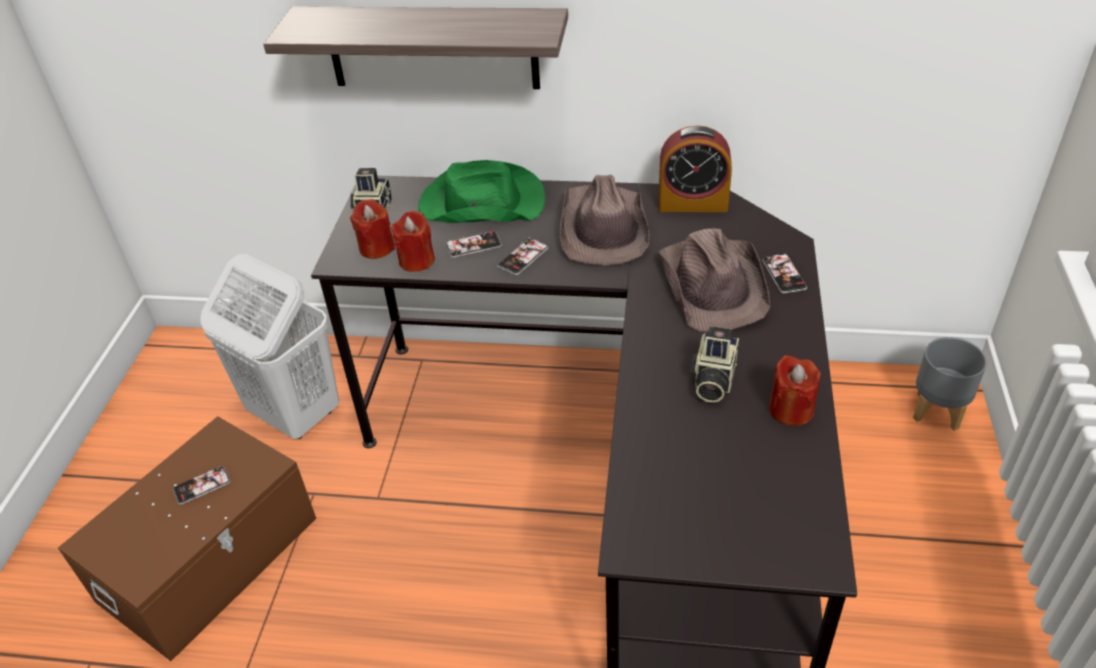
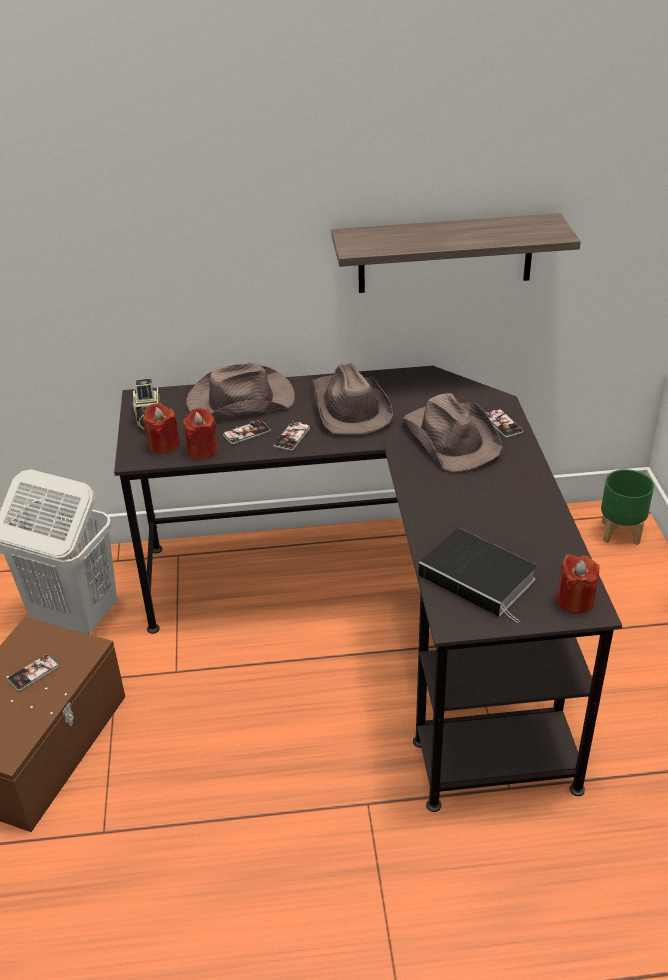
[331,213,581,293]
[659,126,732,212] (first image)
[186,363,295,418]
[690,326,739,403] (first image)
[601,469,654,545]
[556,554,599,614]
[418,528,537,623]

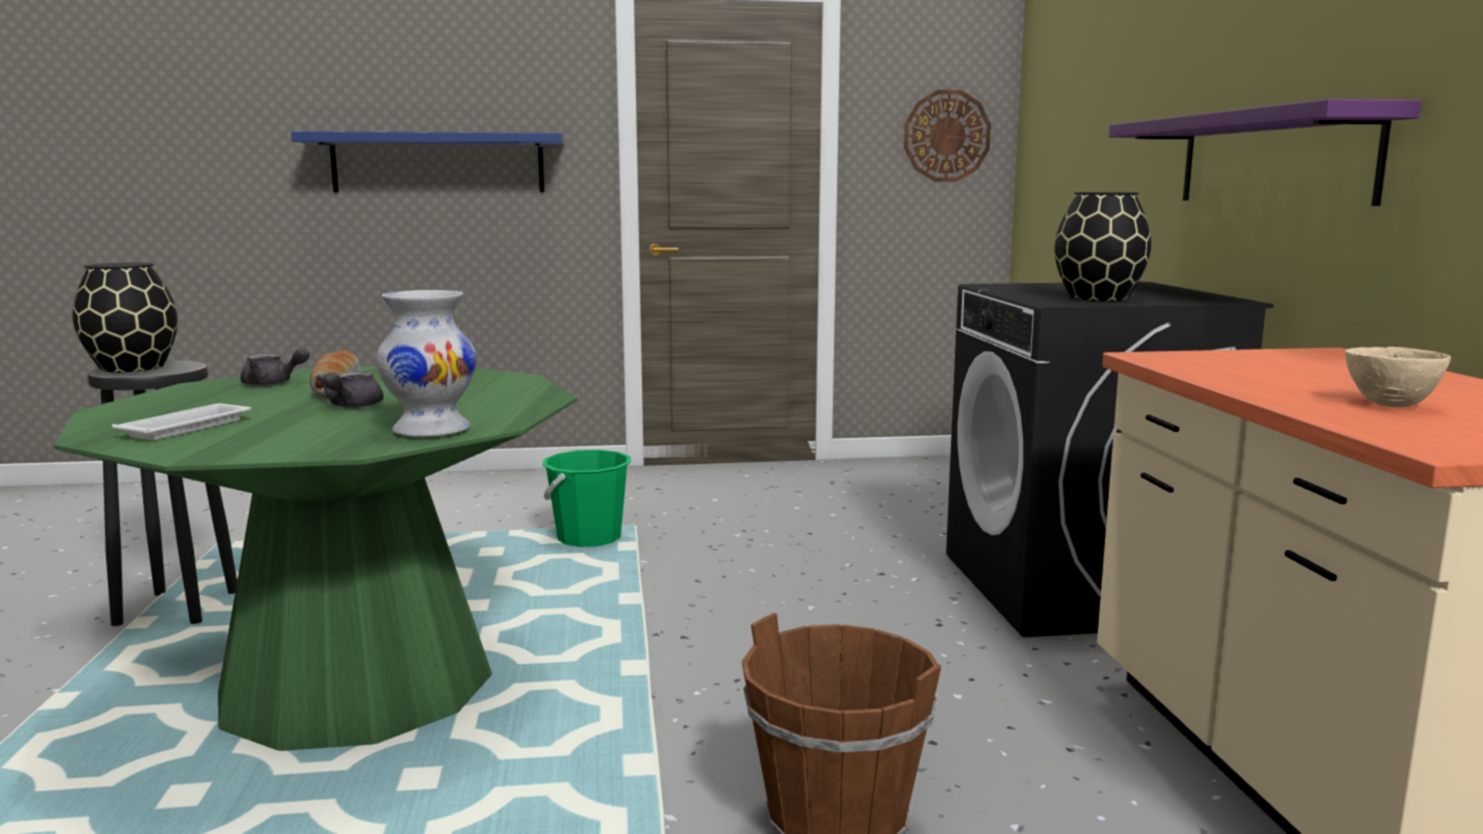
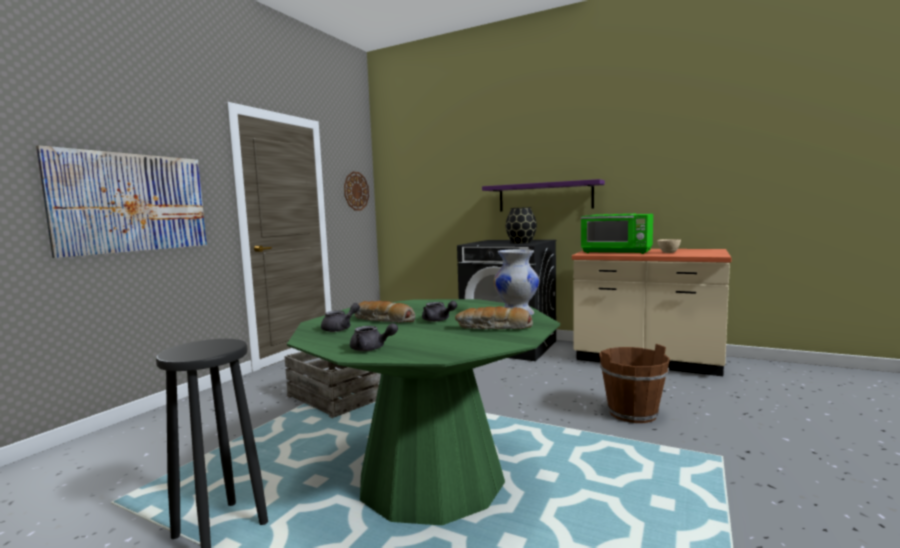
[36,145,207,258]
[72,263,178,372] (first image)
[112,404,251,440] (first image)
[284,352,380,418]
[581,214,653,254]
[455,306,533,329]
[350,323,398,351]

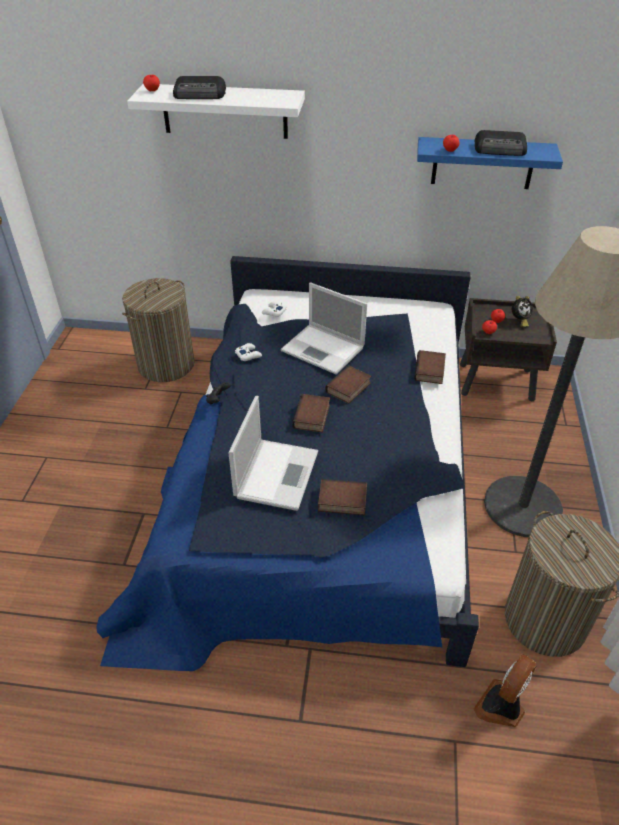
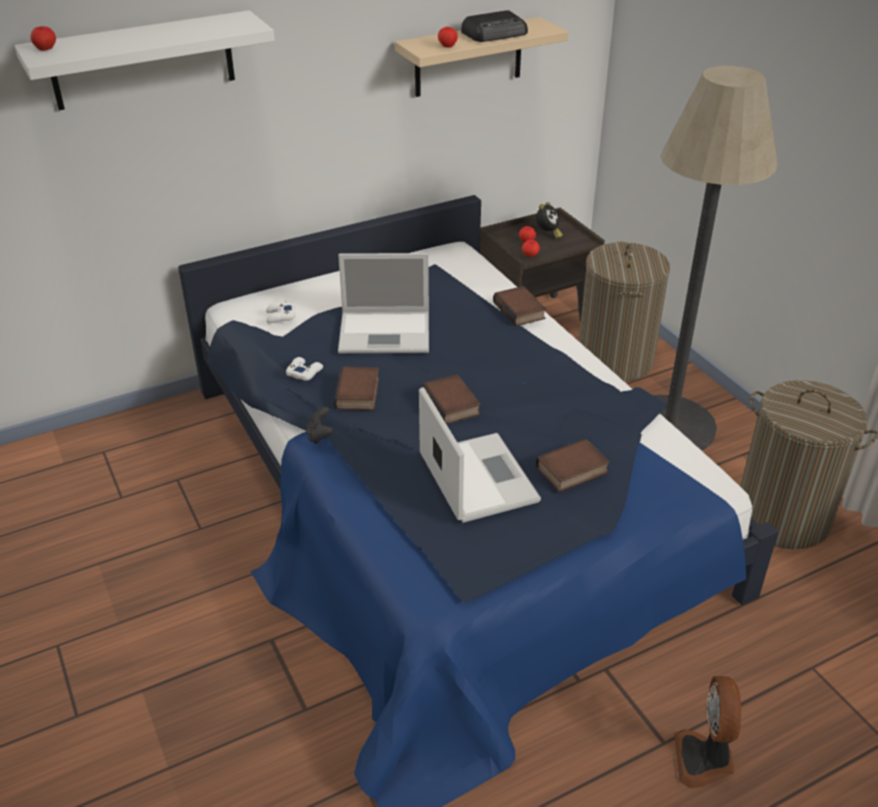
[173,76,226,99] (first image)
[395,17,568,97]
[579,241,670,382]
[334,366,379,410]
[674,676,741,788]

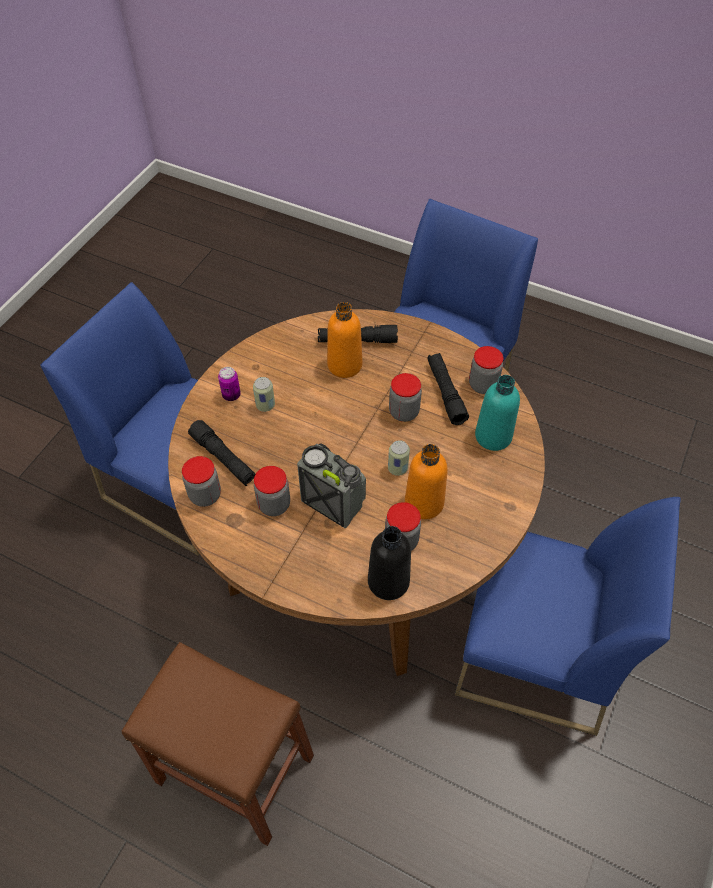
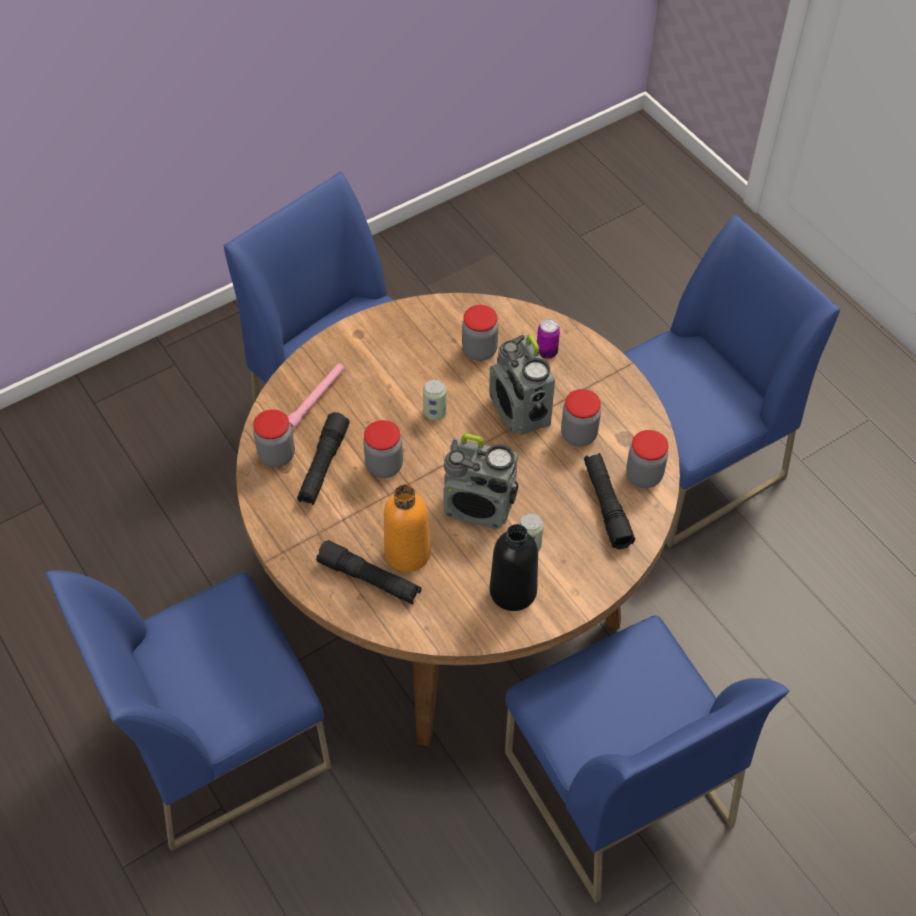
[537,319,560,359]
[288,363,344,430]
[405,444,448,520] (first image)
[490,524,538,611]
[623,214,840,548]
[443,434,518,529]

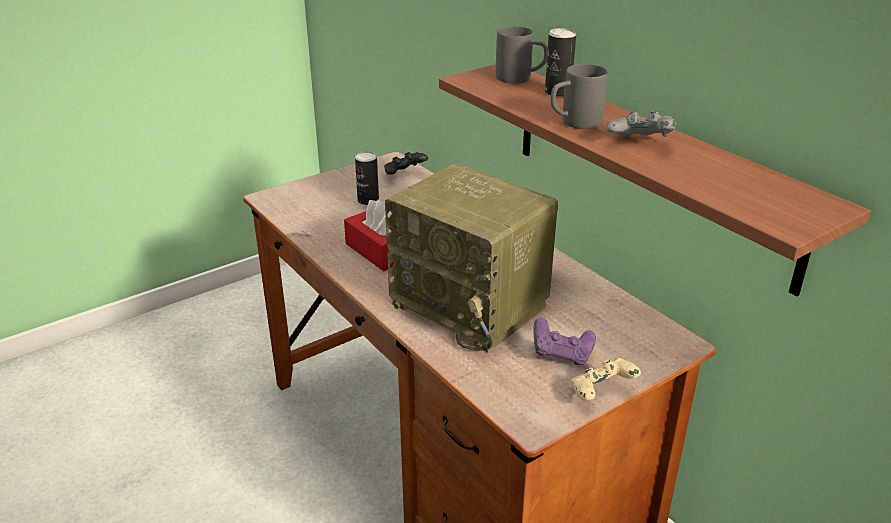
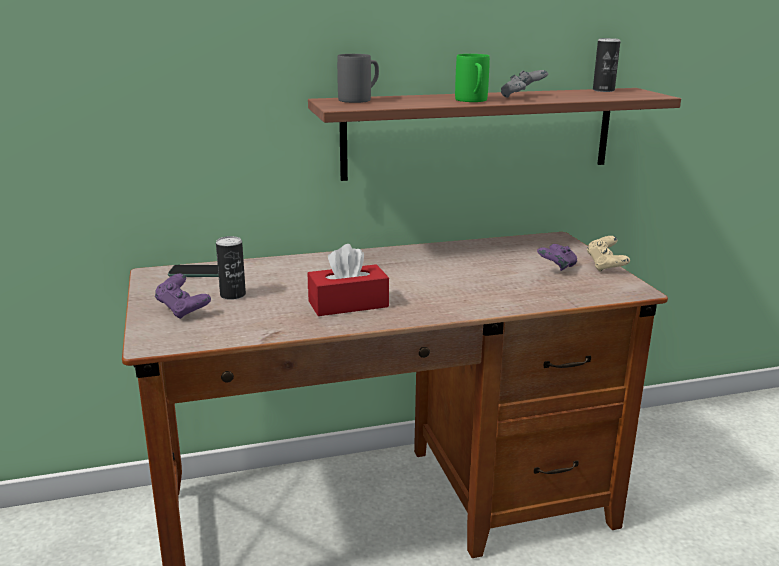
[593,38,620,92]
[455,54,490,102]
[168,265,219,277]
[385,163,558,353] (first image)
[155,274,211,319]

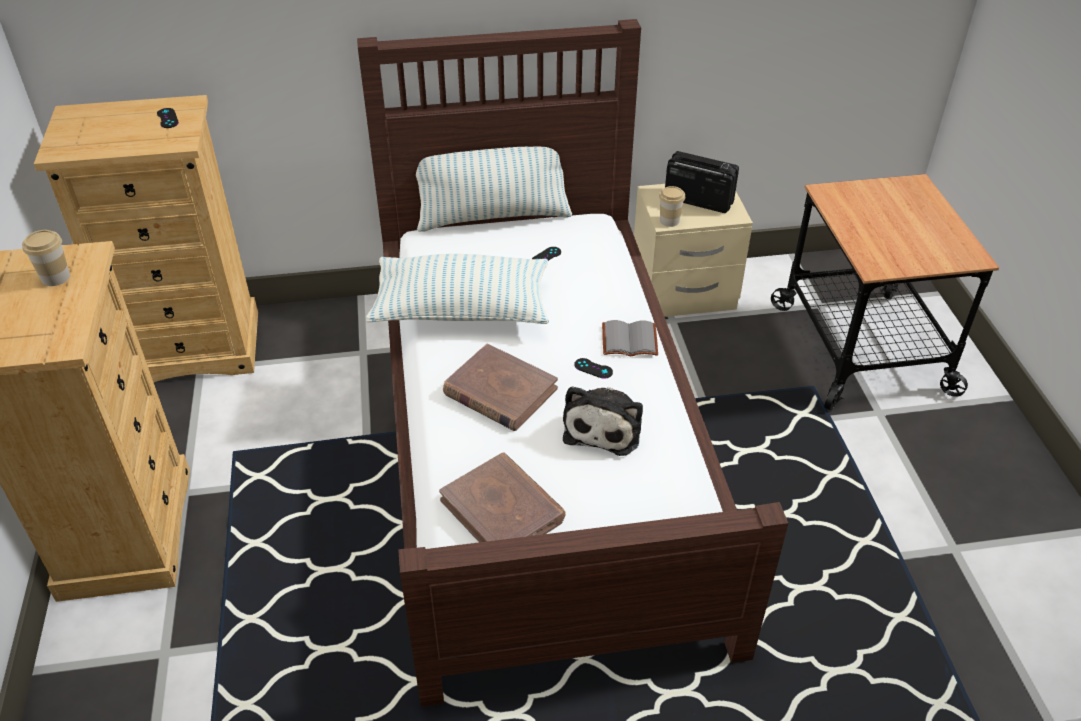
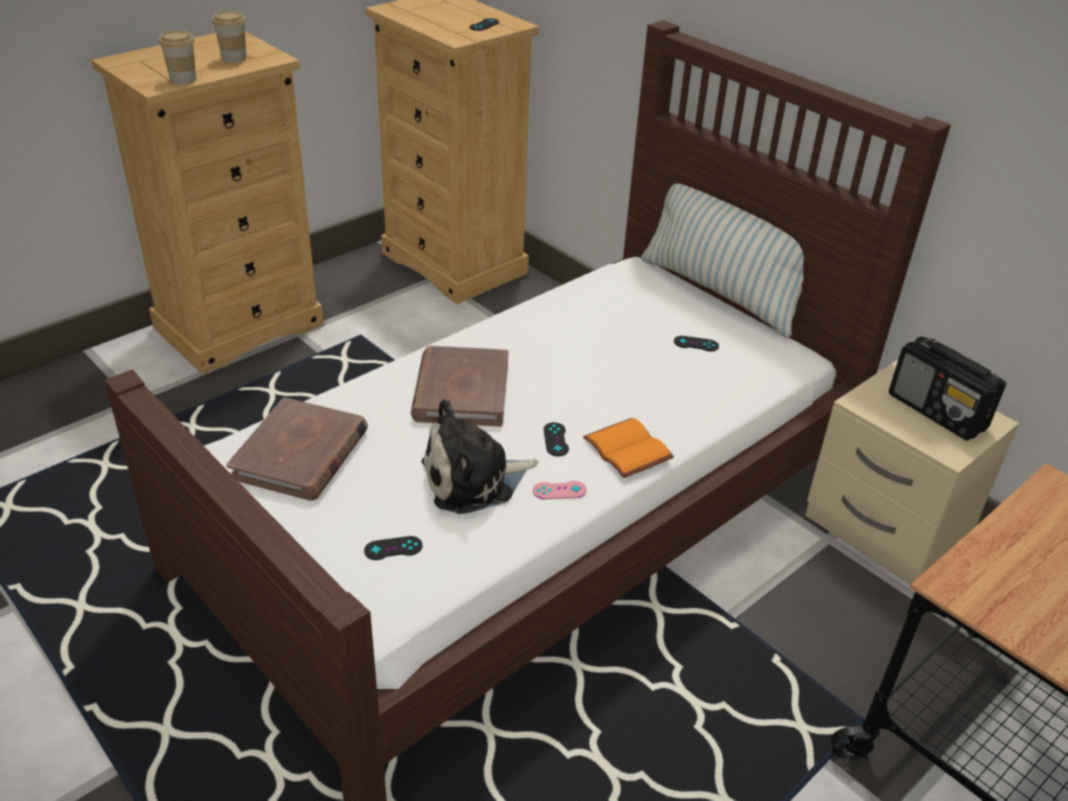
[889,336,1006,441]
[159,30,196,84]
[366,254,549,324] (first image)
[583,418,674,478]
[533,481,587,499]
[364,536,423,560]

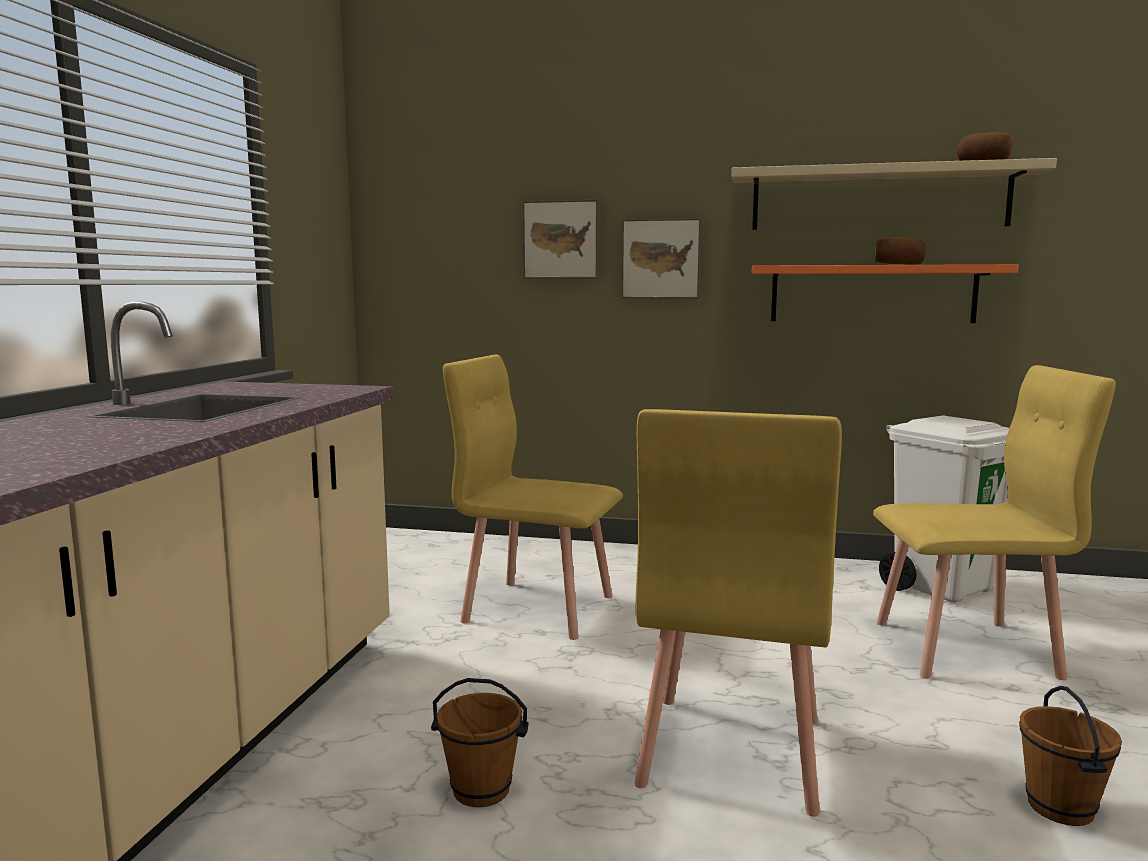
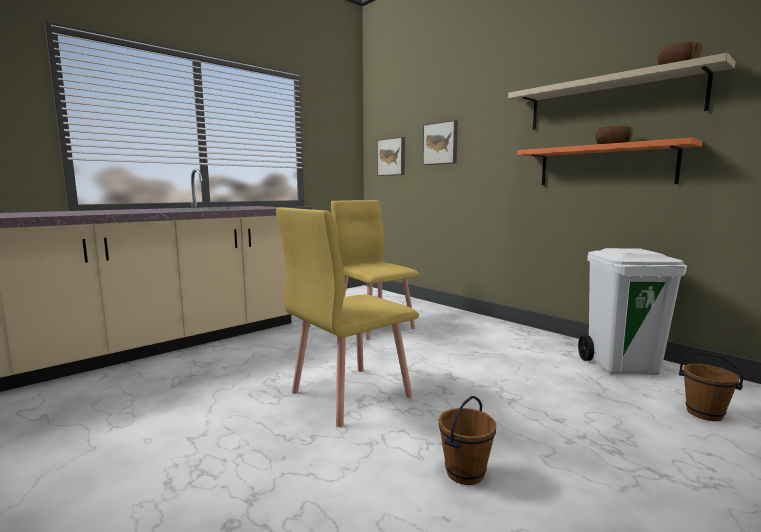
[377,137,405,176]
[873,365,1116,680] (first image)
[679,352,744,421]

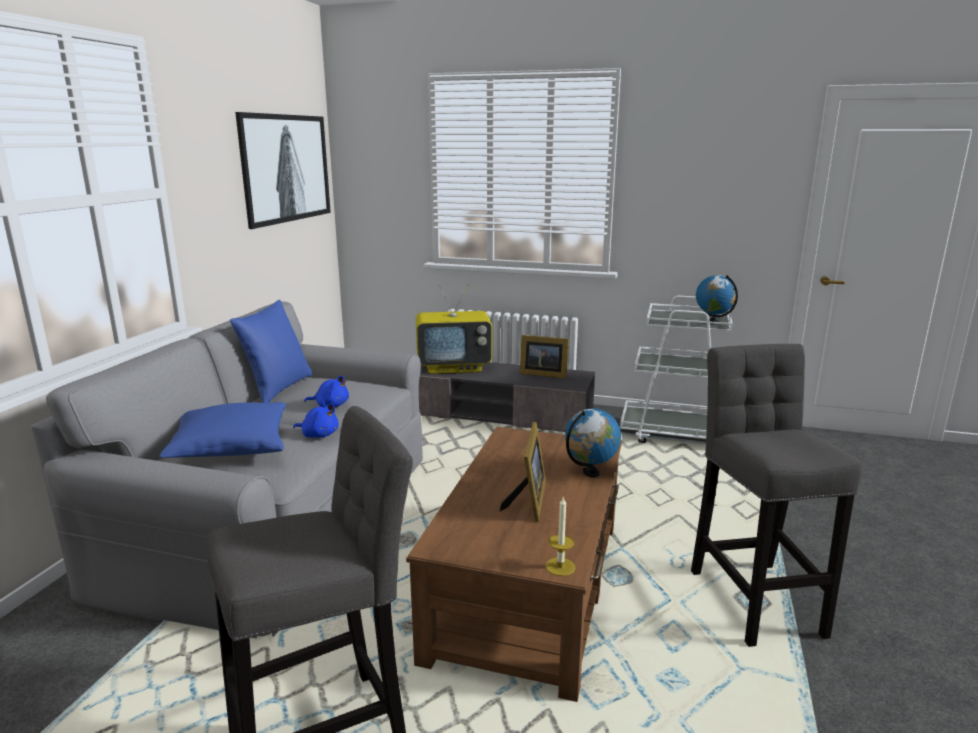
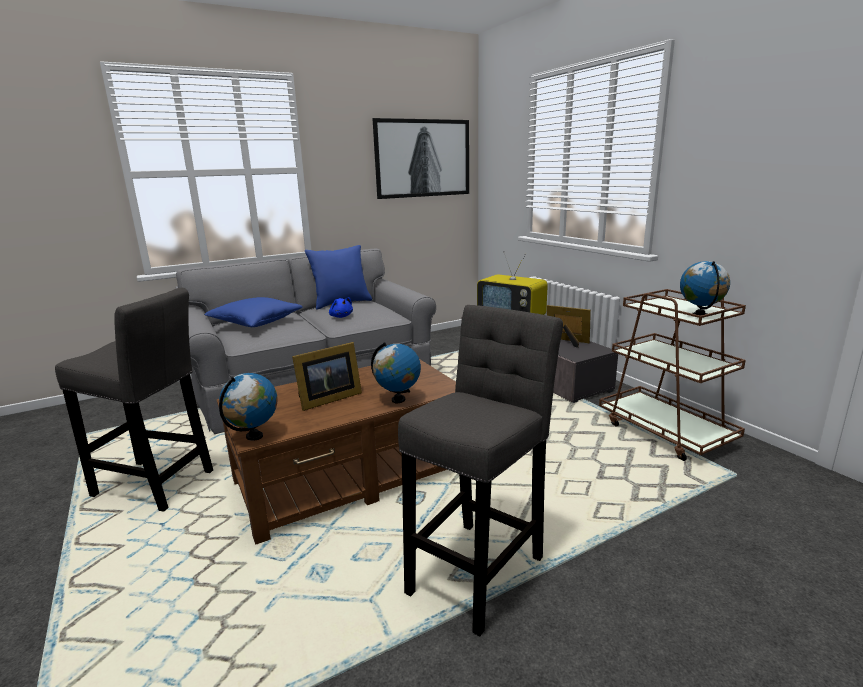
[599,289,746,461]
[547,305,591,348]
[293,403,338,438] (first image)
[219,373,277,441]

